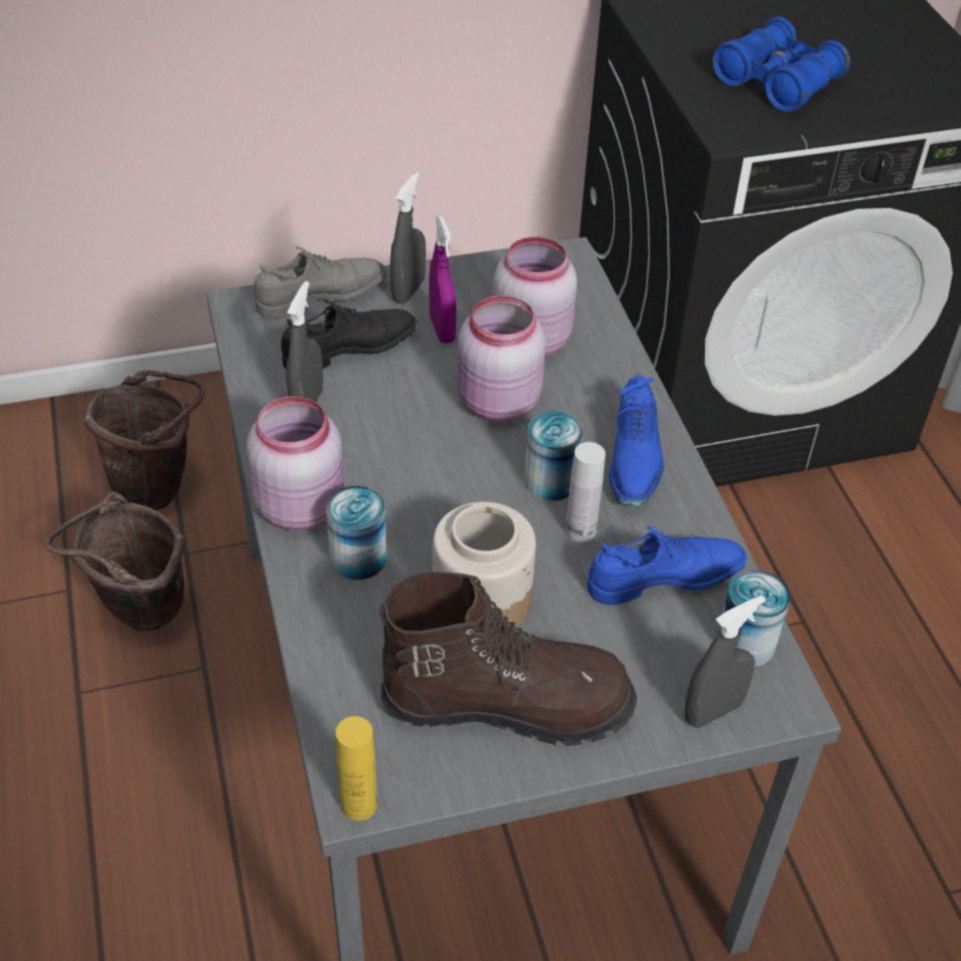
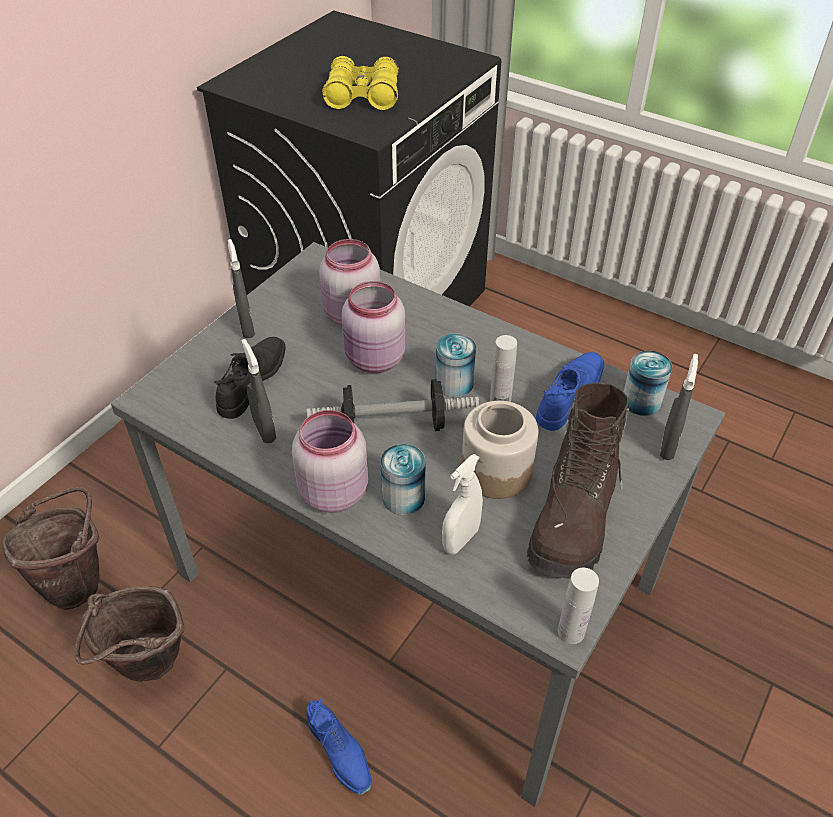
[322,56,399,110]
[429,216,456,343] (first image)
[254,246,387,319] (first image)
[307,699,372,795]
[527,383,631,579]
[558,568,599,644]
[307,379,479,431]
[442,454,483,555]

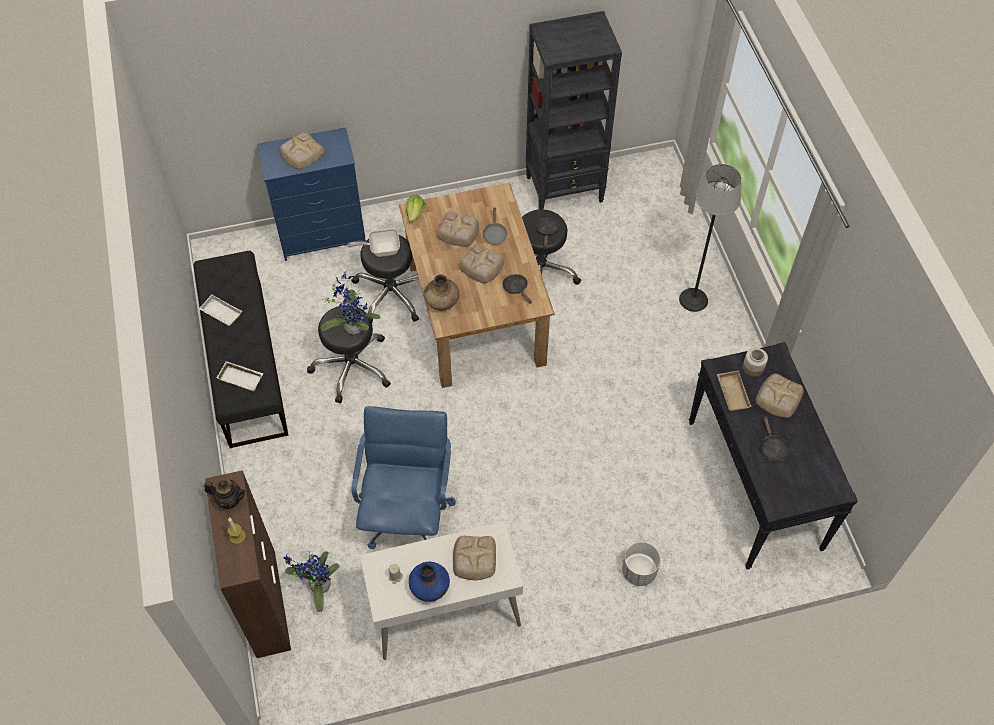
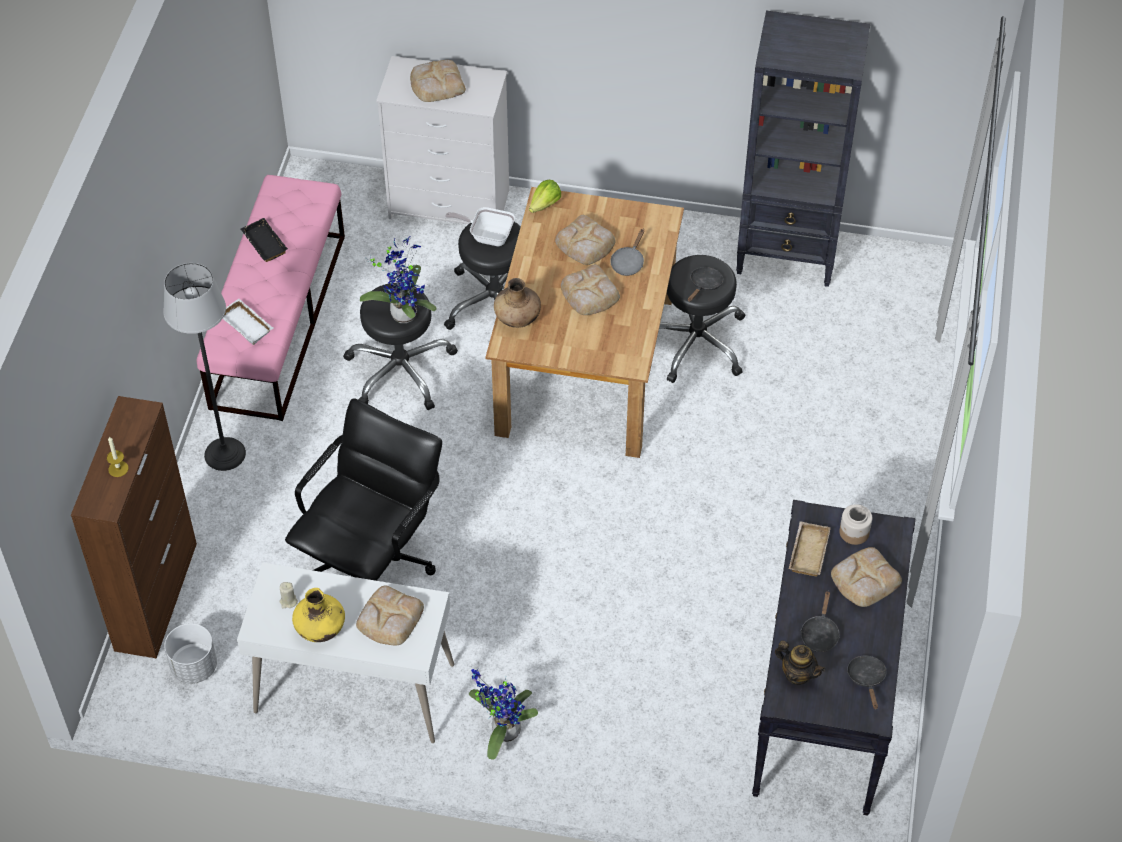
[376,56,509,224]
[163,263,246,471]
[196,175,345,421]
[847,655,887,709]
[241,218,288,262]
[285,398,442,581]
[775,641,825,685]
[164,623,217,684]
[469,669,538,760]
[292,588,345,642]

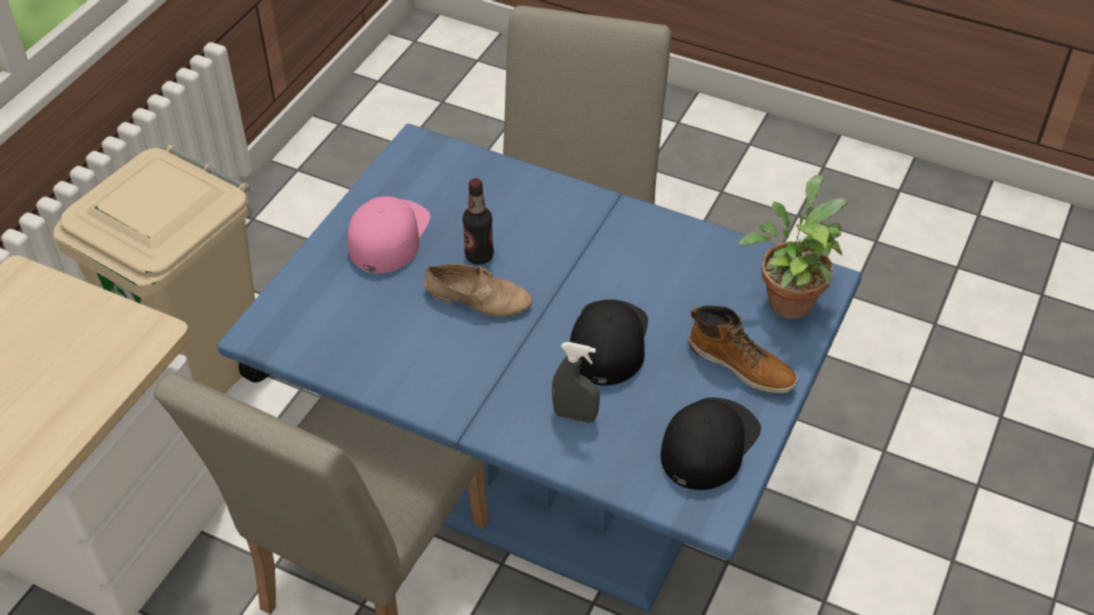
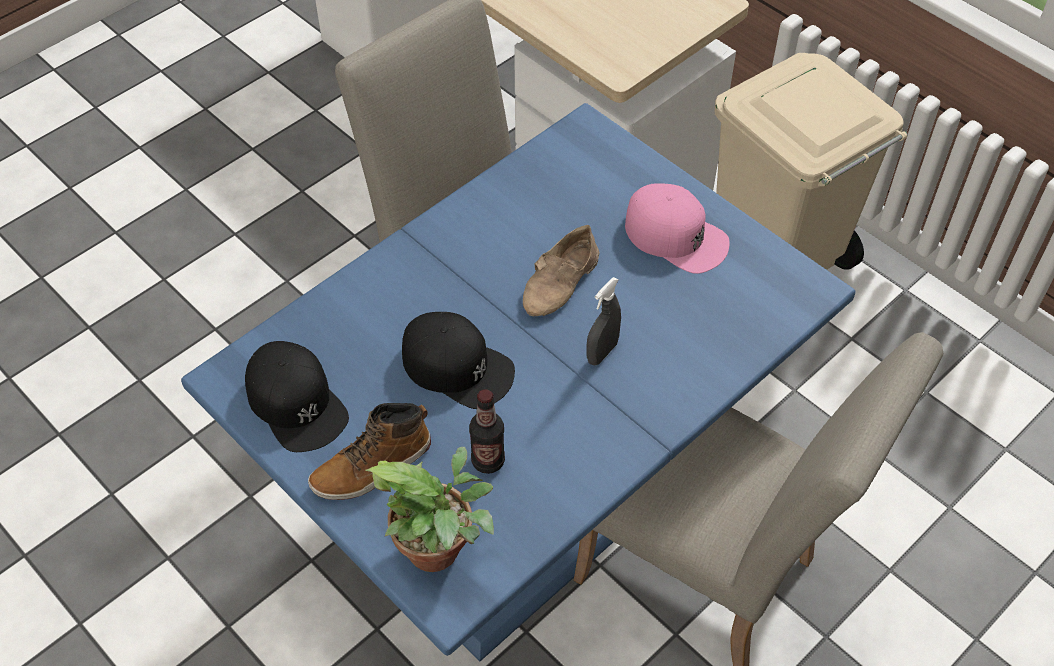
[469,389,505,474]
[586,277,621,365]

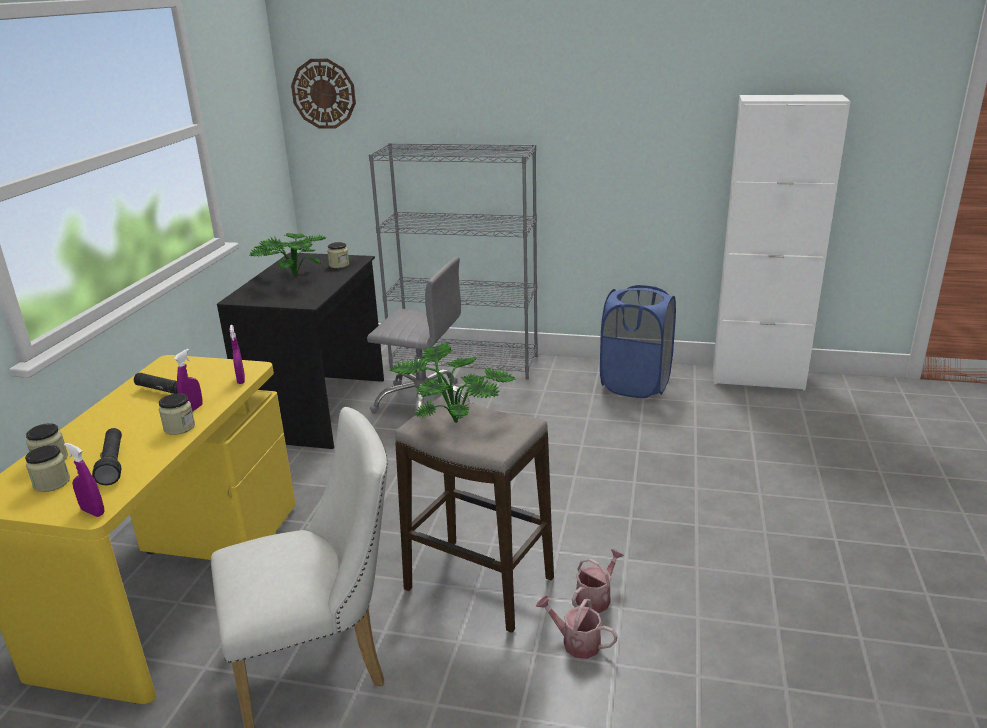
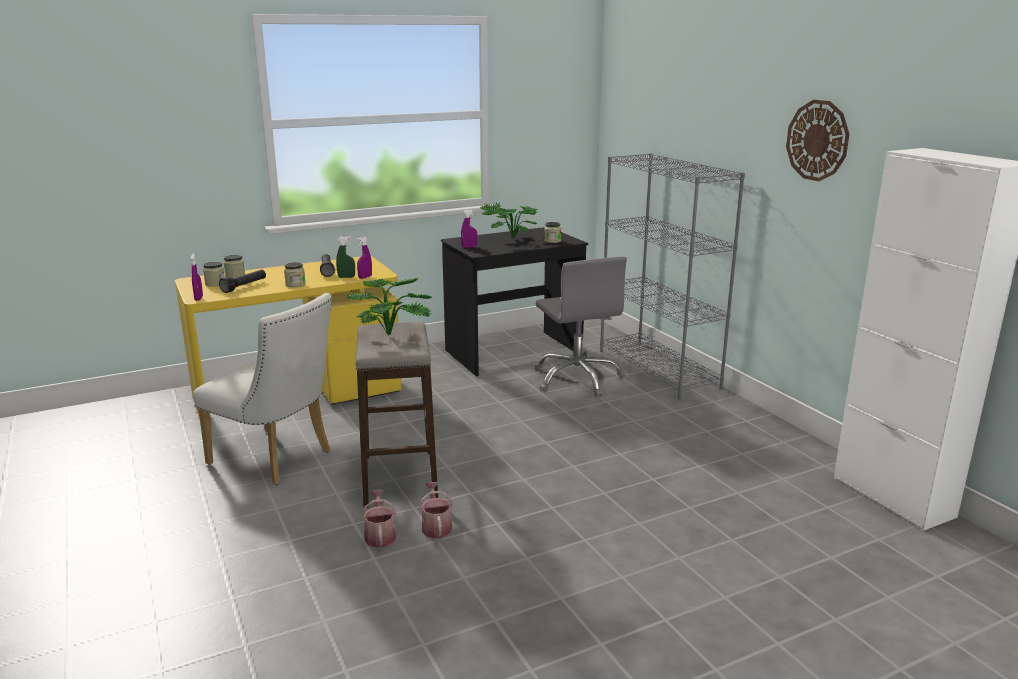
[786,100,849,181]
[600,285,676,398] (first image)
[461,209,477,248]
[419,482,453,539]
[336,236,355,278]

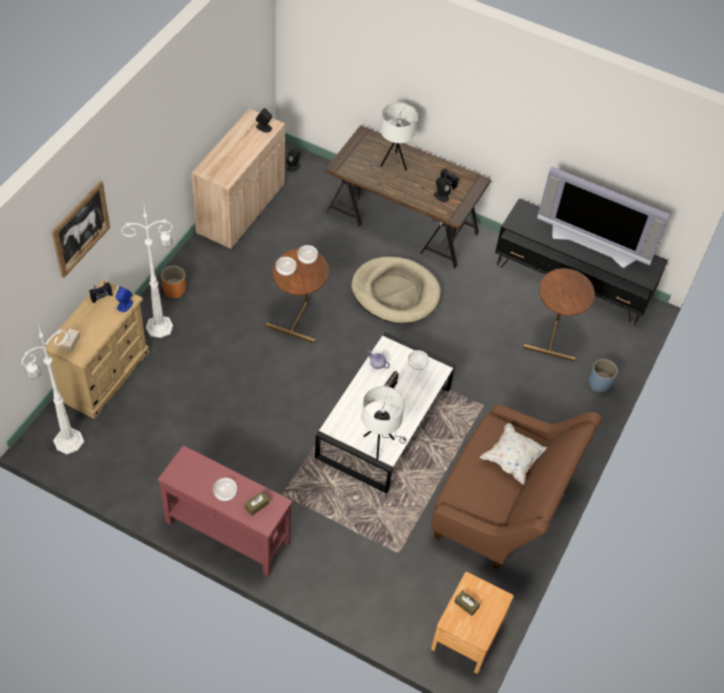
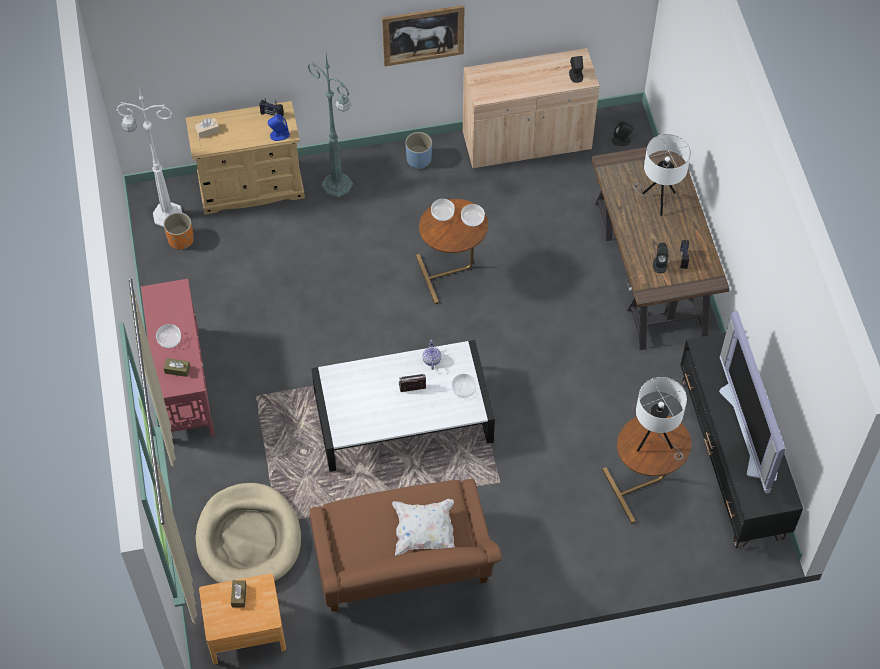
[382,5,465,67]
[308,55,353,198]
[195,483,301,583]
[164,212,194,250]
[405,132,432,169]
[636,377,687,461]

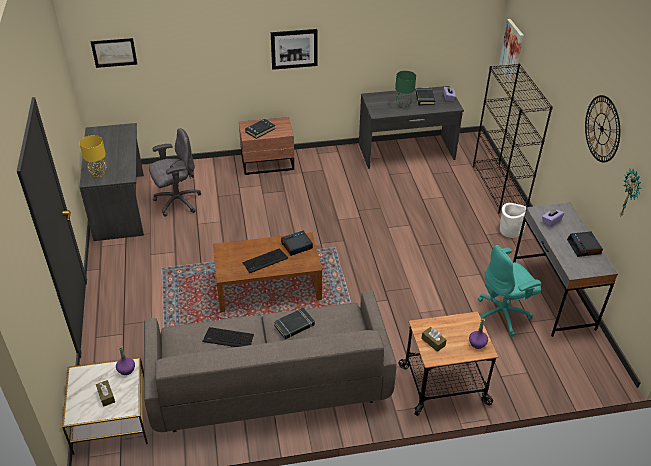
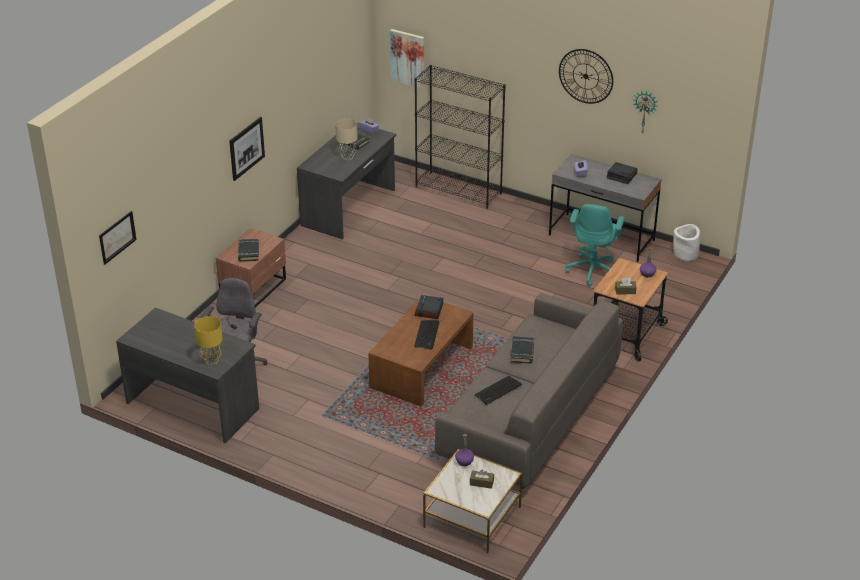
[335,119,358,160]
[673,224,700,261]

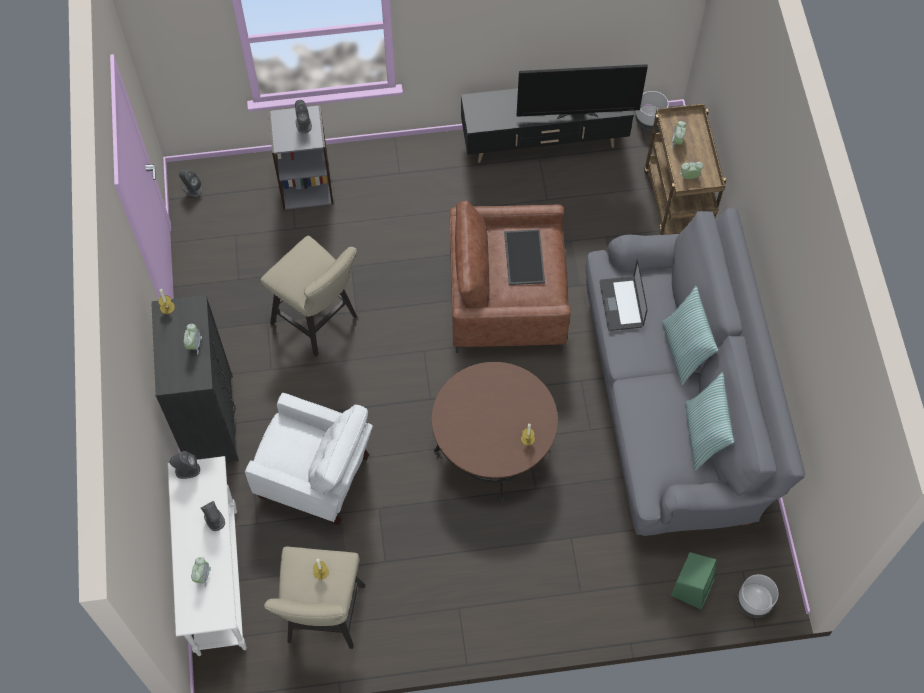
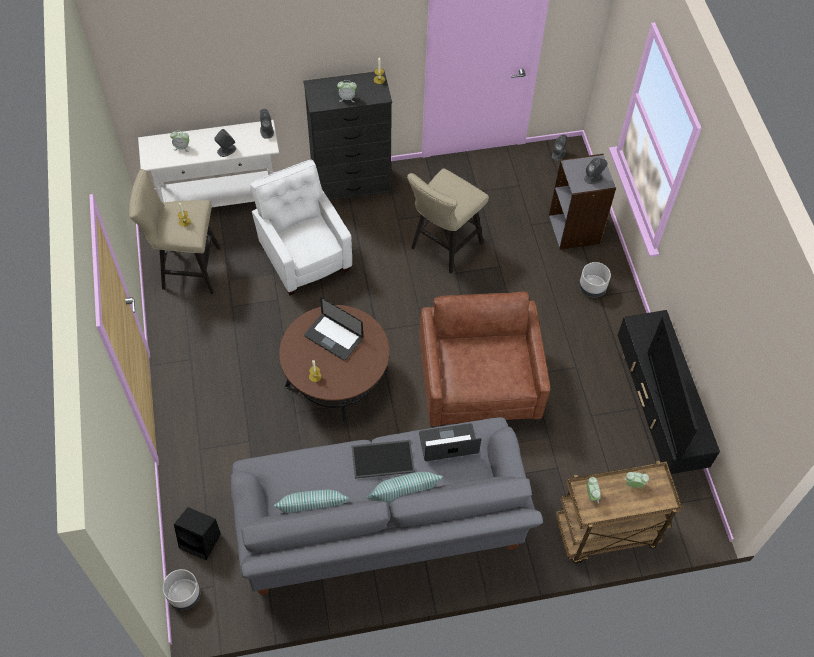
[579,262,611,297]
[351,440,415,479]
[250,160,352,295]
[174,507,221,560]
[304,297,363,360]

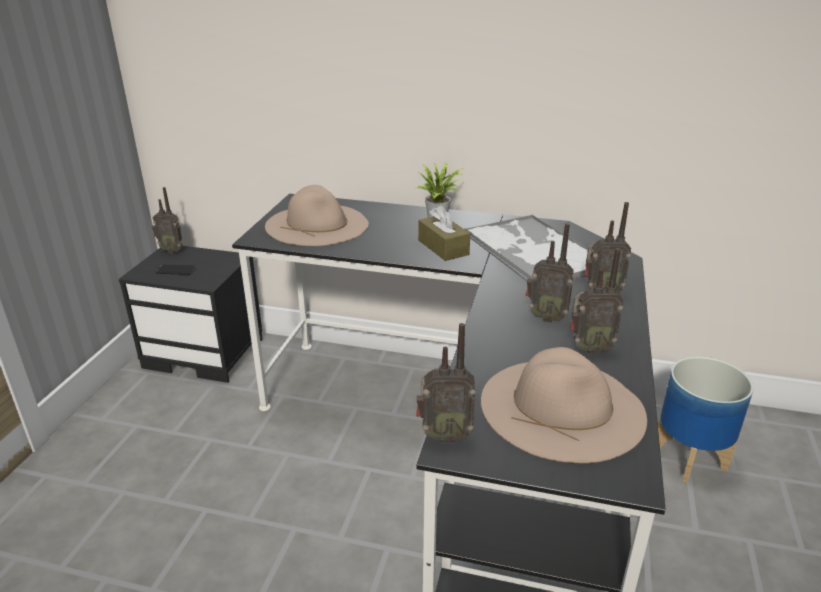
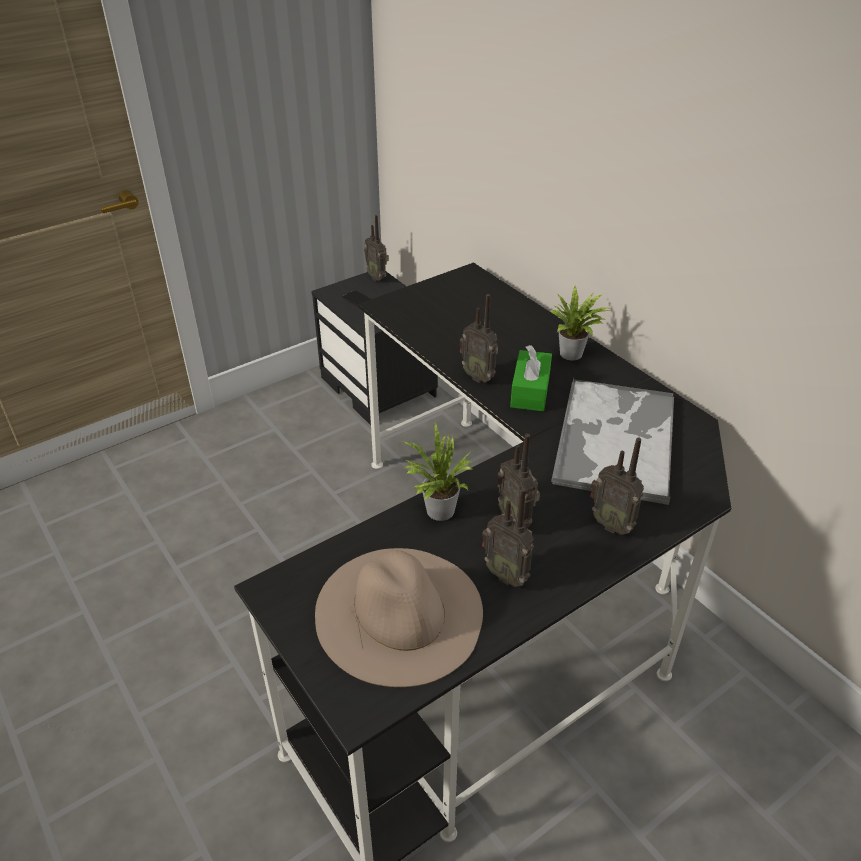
[265,185,369,246] (first image)
[510,345,552,411]
[460,294,498,382]
[658,356,754,483] (first image)
[401,423,473,521]

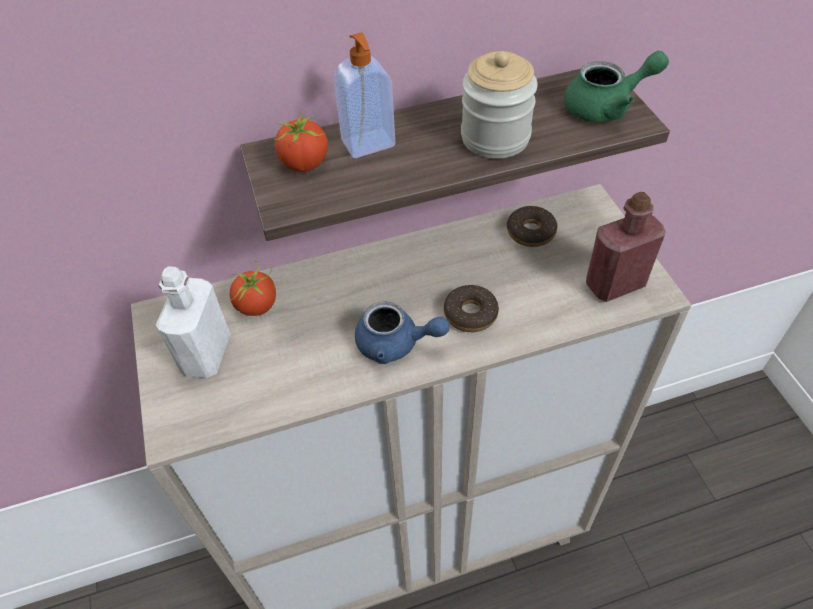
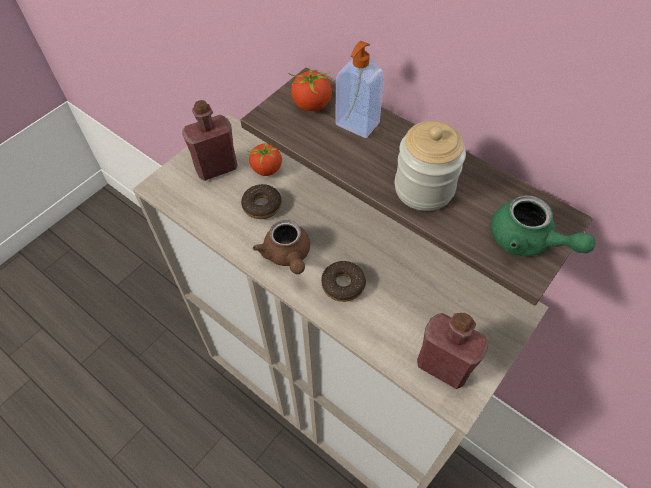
[241,184,282,219]
[182,100,237,181]
[253,220,310,274]

